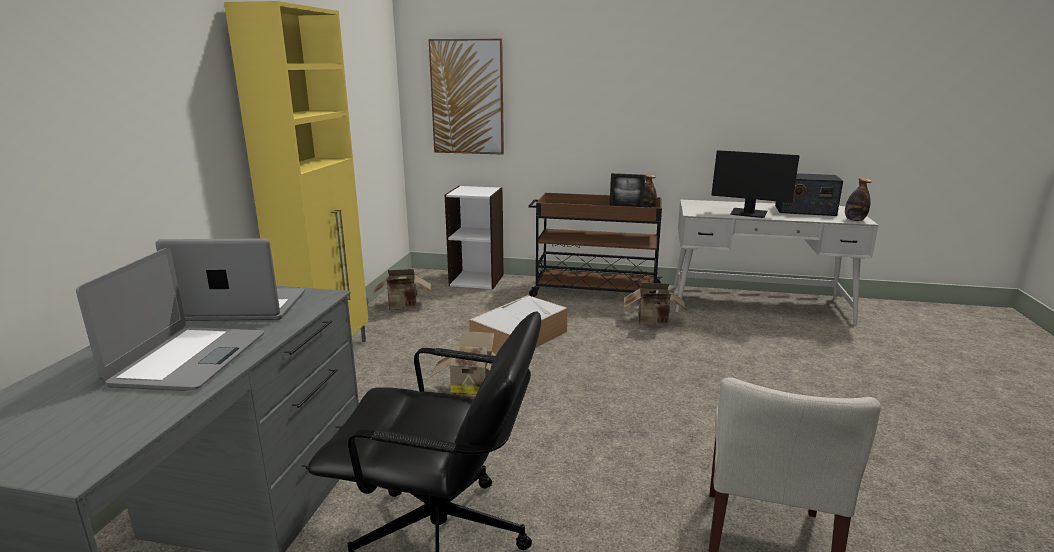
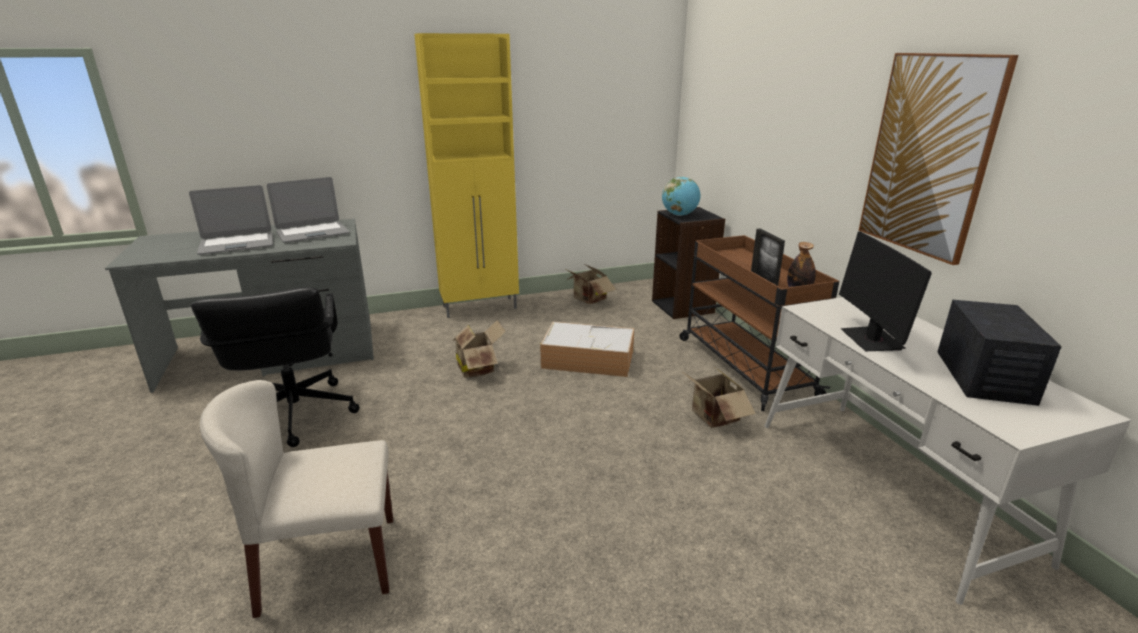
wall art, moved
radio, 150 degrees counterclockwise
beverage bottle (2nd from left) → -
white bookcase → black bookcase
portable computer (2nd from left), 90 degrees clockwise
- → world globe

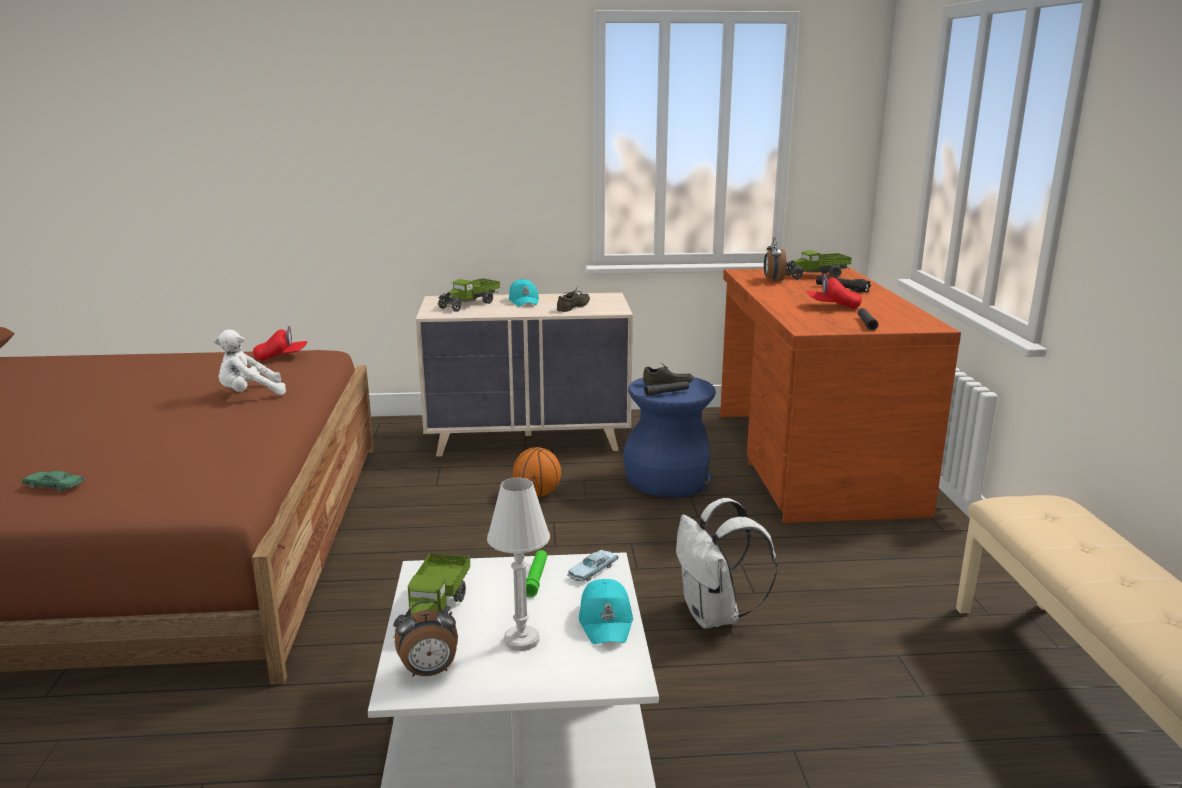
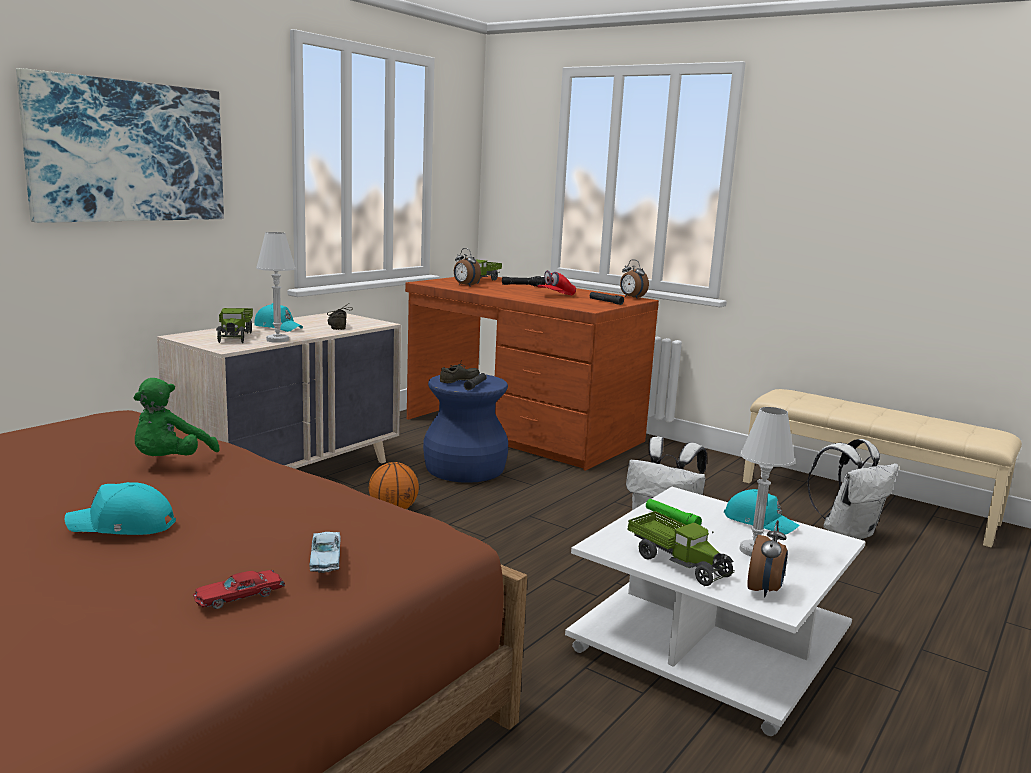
reddish baseball cap (1st from left) → -
white plush toy → greenish plush toy
greenish model car → reddish model car
blue-coloured model car, moved
- → wall art
- → white tabletop lamp (1st from left)
- → bedside clock (2nd from left)
- → white backpack (2nd from left)
- → turquoise-coloured baseball cap (1st from left)

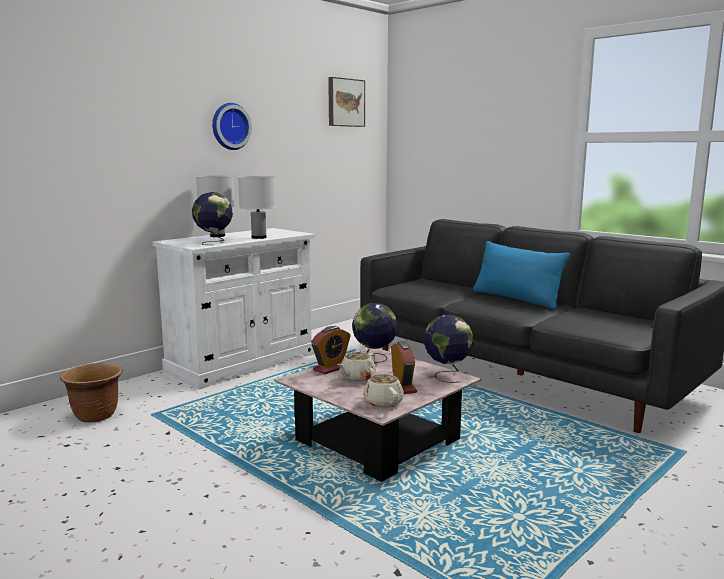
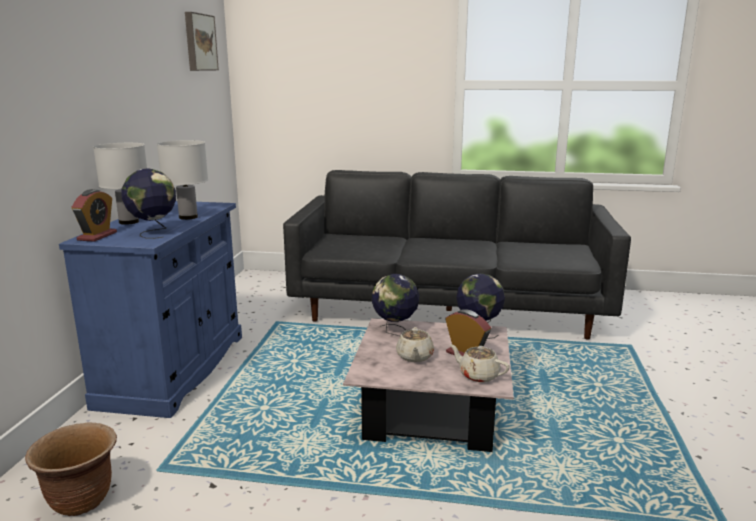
wall clock → -
white cupboard → blue-coloured cupboard
blue-coloured throw pillow → -
bedside clock (1st from left), moved

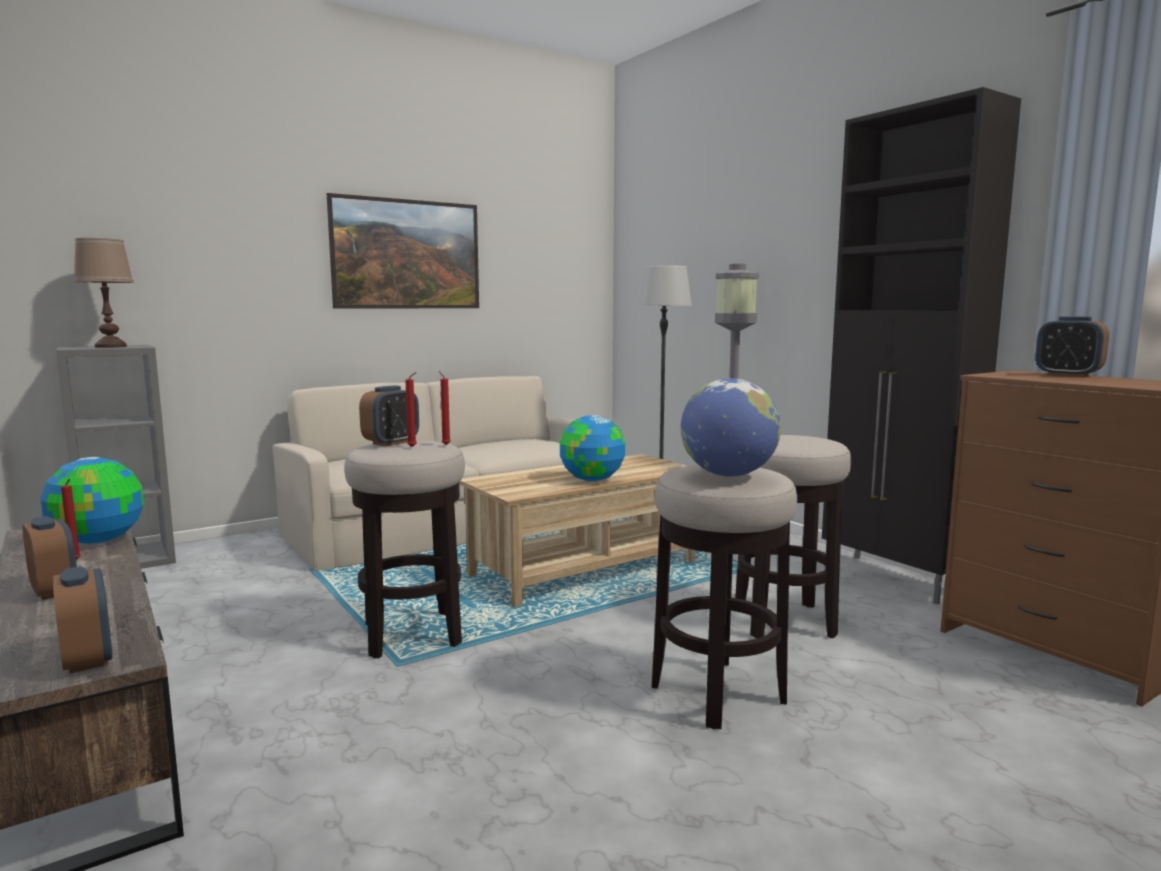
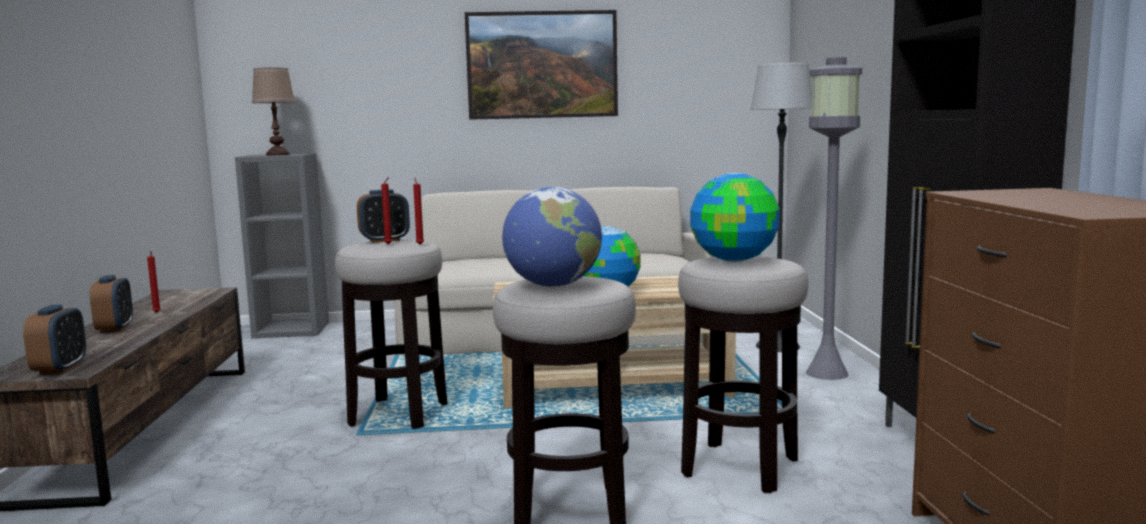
bedside clock (4th from left) → -
world globe (1st from left in the first image) → world globe (3rd from left), moved

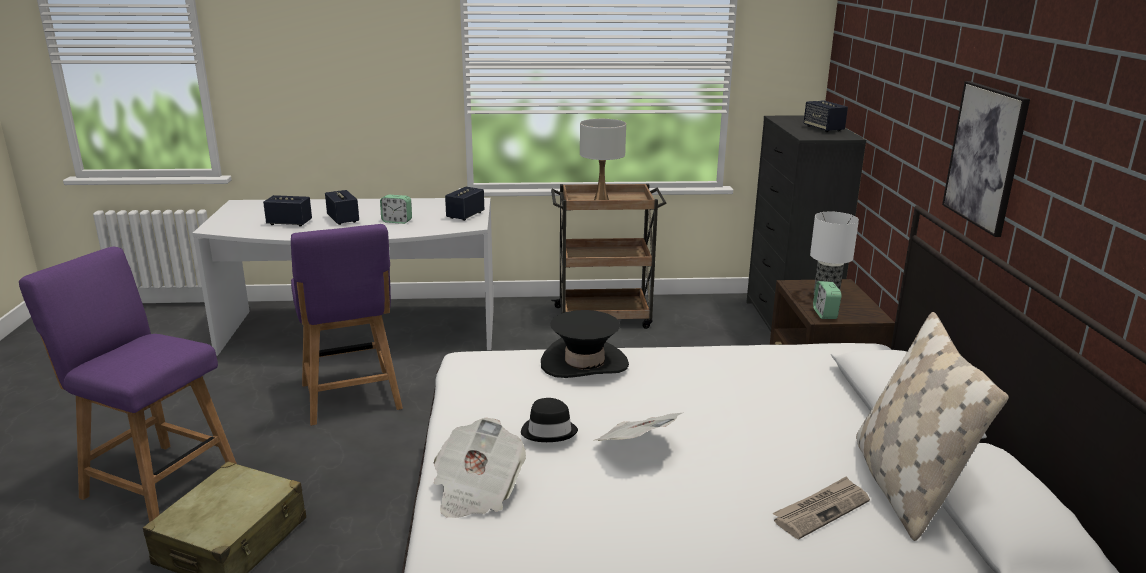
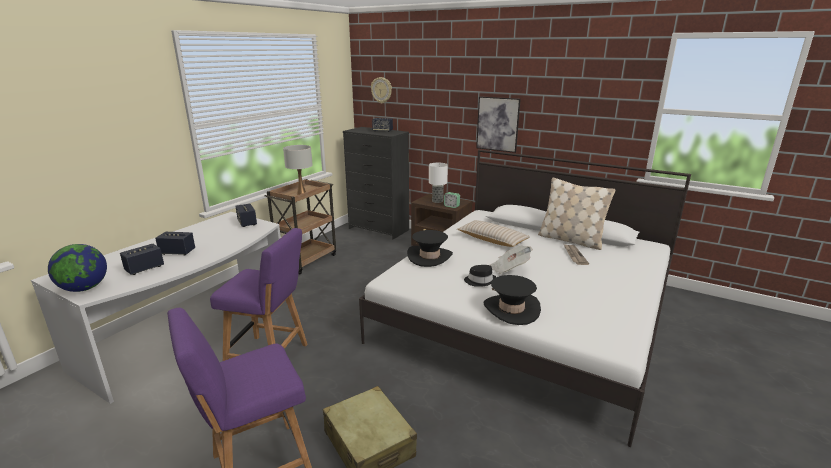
bedside clock (1st from left) → -
newspaper (1st from left) → black clothing hat (3rd from left)
- → wall clock
- → beige-coloured throw pillow (1st from left)
- → world globe

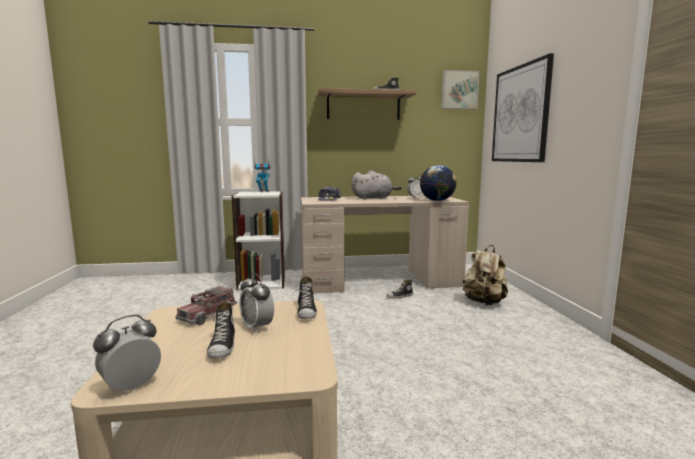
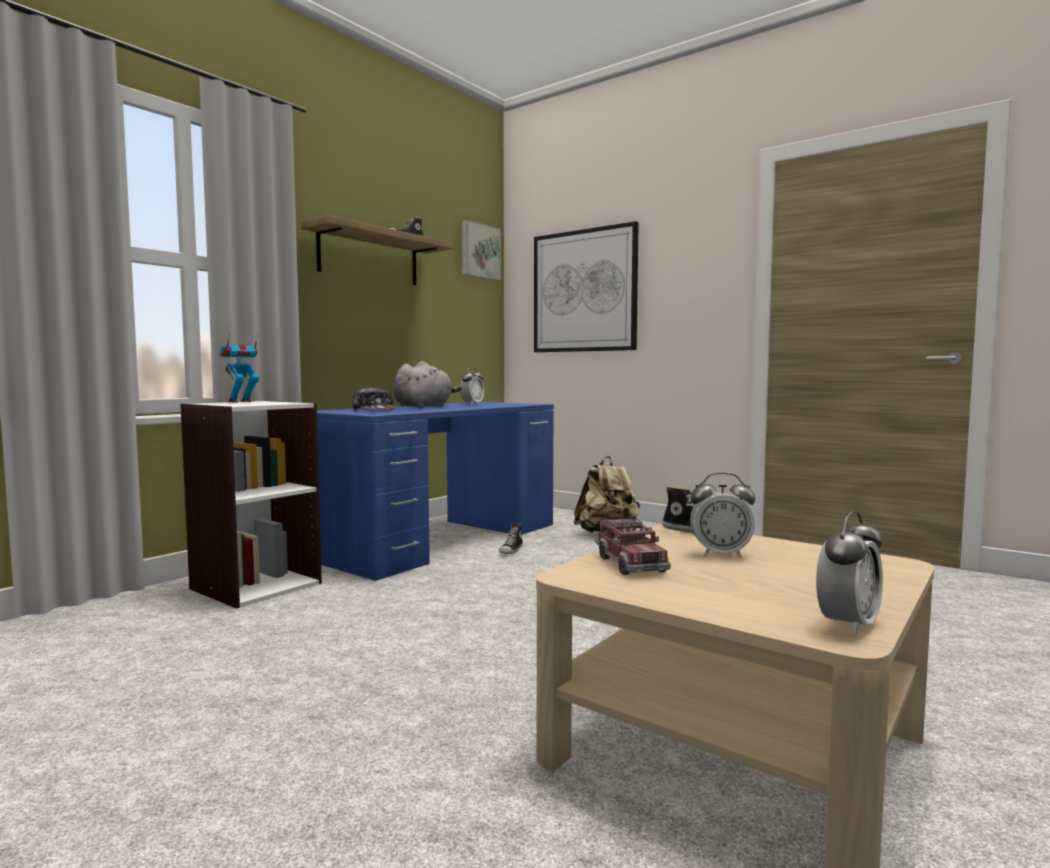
world globe → -
beige-coloured desk table → blue-coloured desk table
shoe (1st from left) → -
bedside clock (1st from left in the first image) → bedside clock (3rd from left), 135 degrees counterclockwise

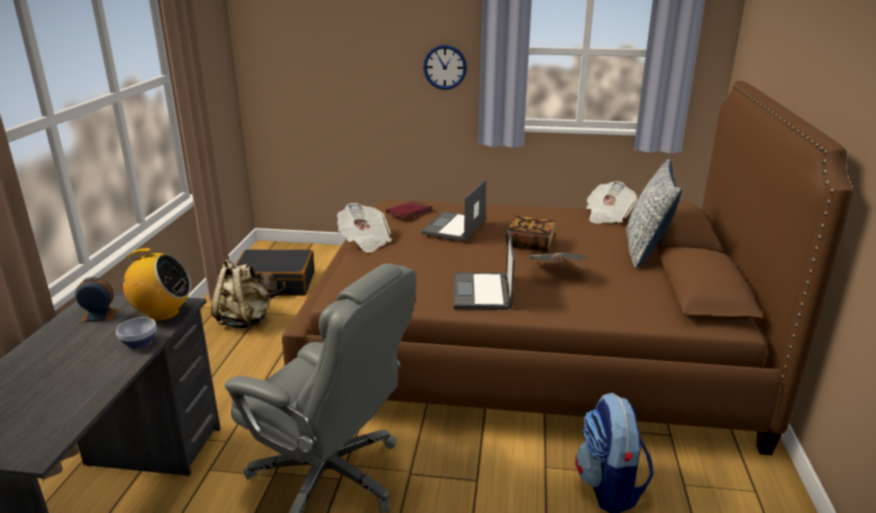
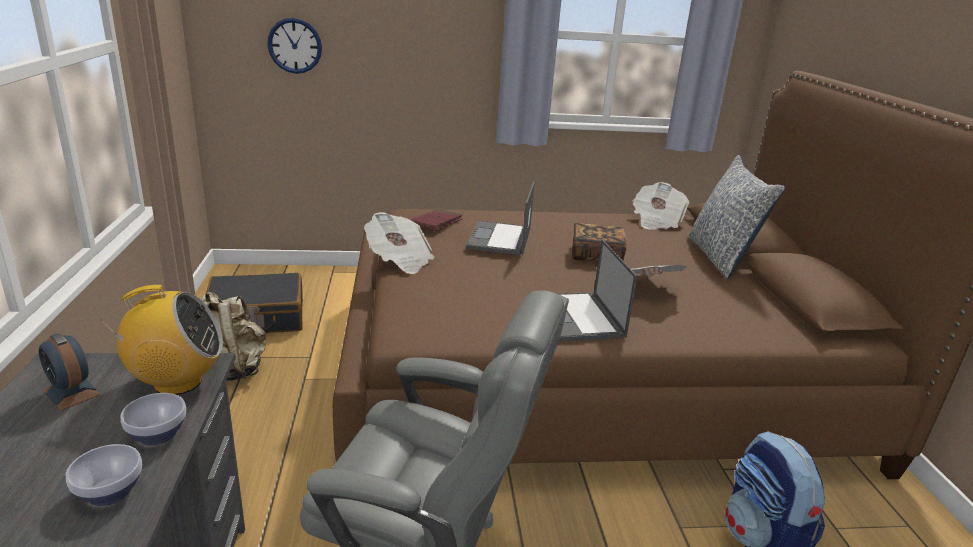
wall clock, moved
bedside clock, 120 degrees counterclockwise
- → deep dish (1st from left)

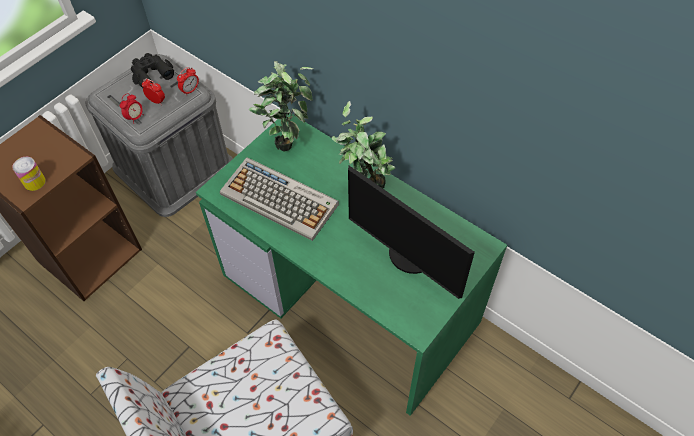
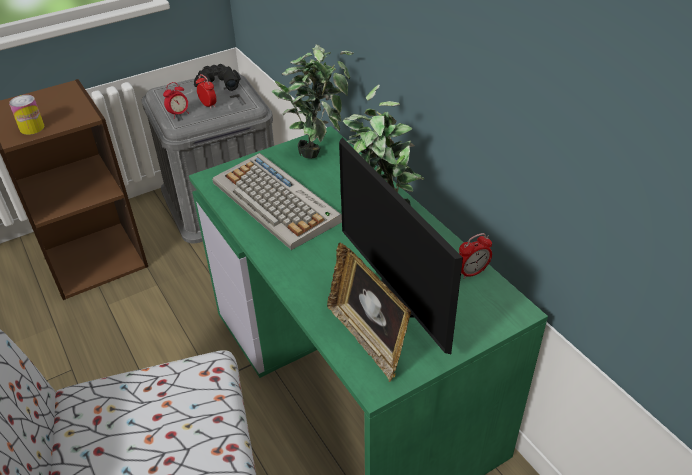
bedside clock (3rd from left), moved
- → photo frame

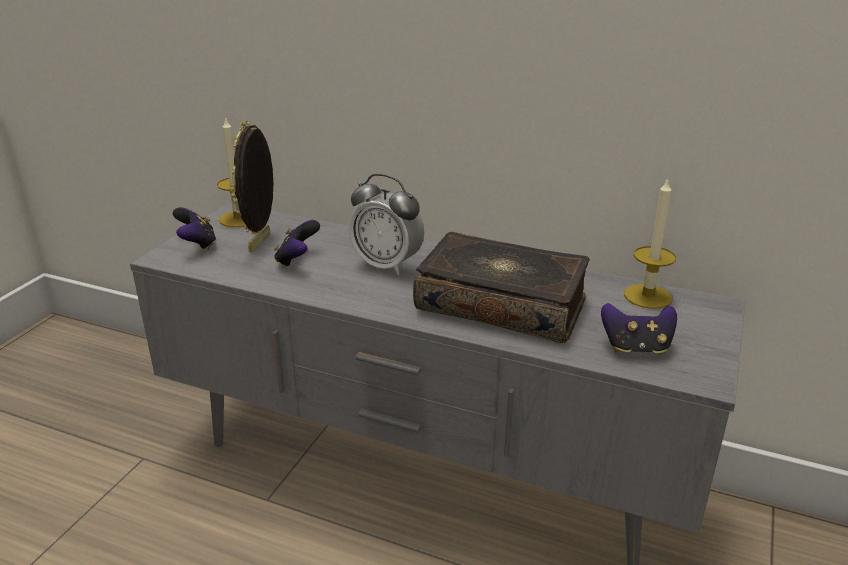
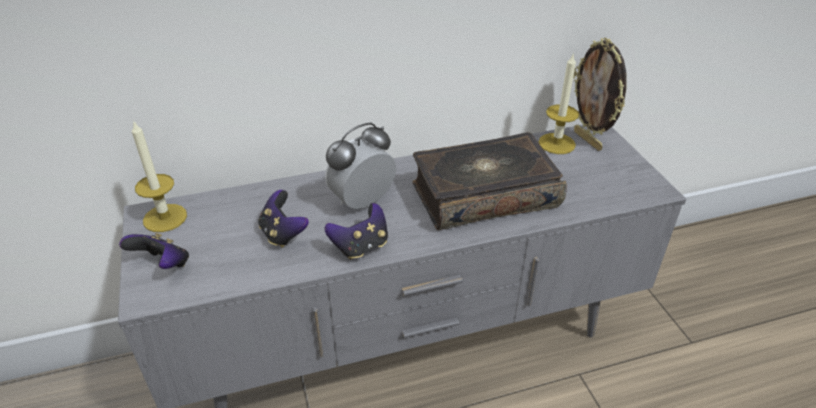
photo frame, moved
bedside clock, 150 degrees clockwise
gamepad (3rd from left), moved

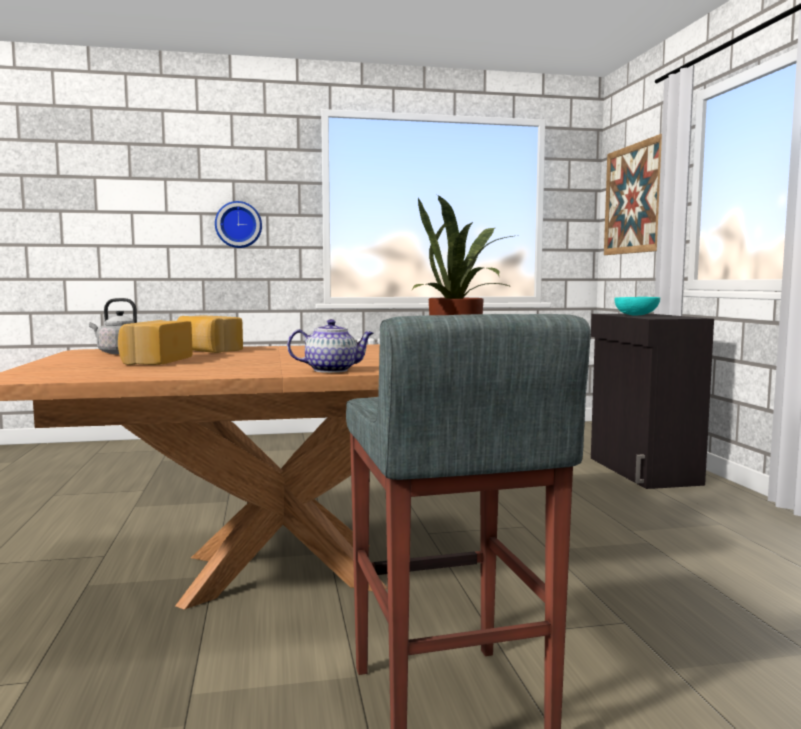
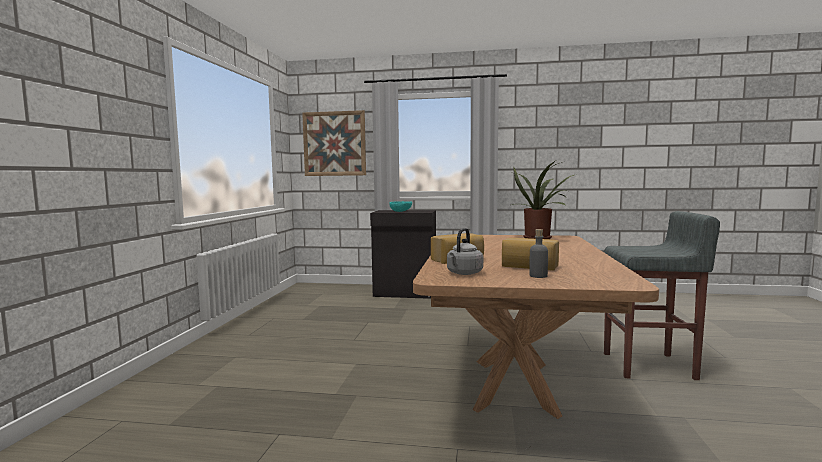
wall clock → -
teapot → -
- → gray beverage bottle

